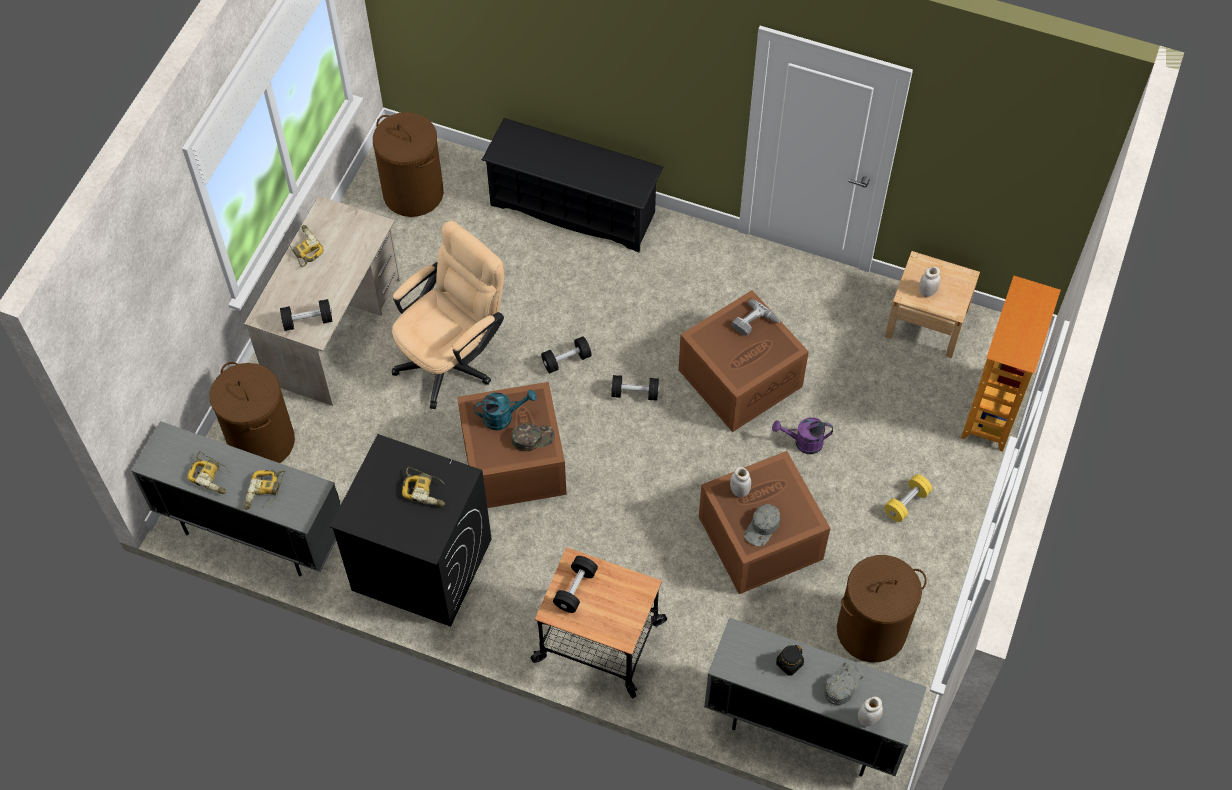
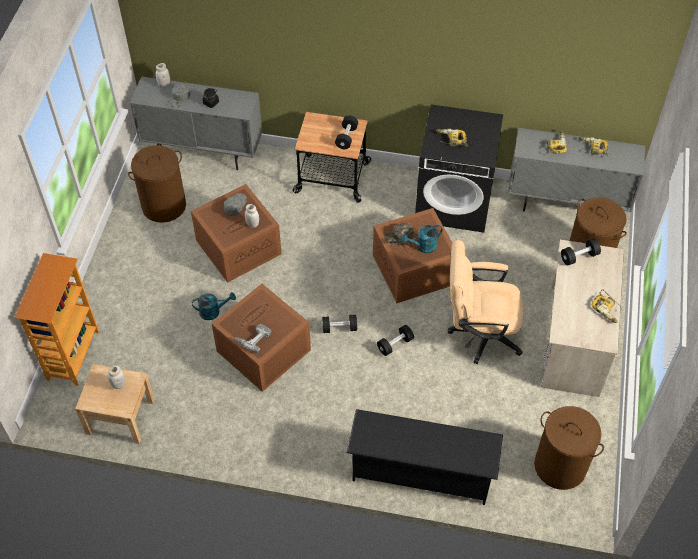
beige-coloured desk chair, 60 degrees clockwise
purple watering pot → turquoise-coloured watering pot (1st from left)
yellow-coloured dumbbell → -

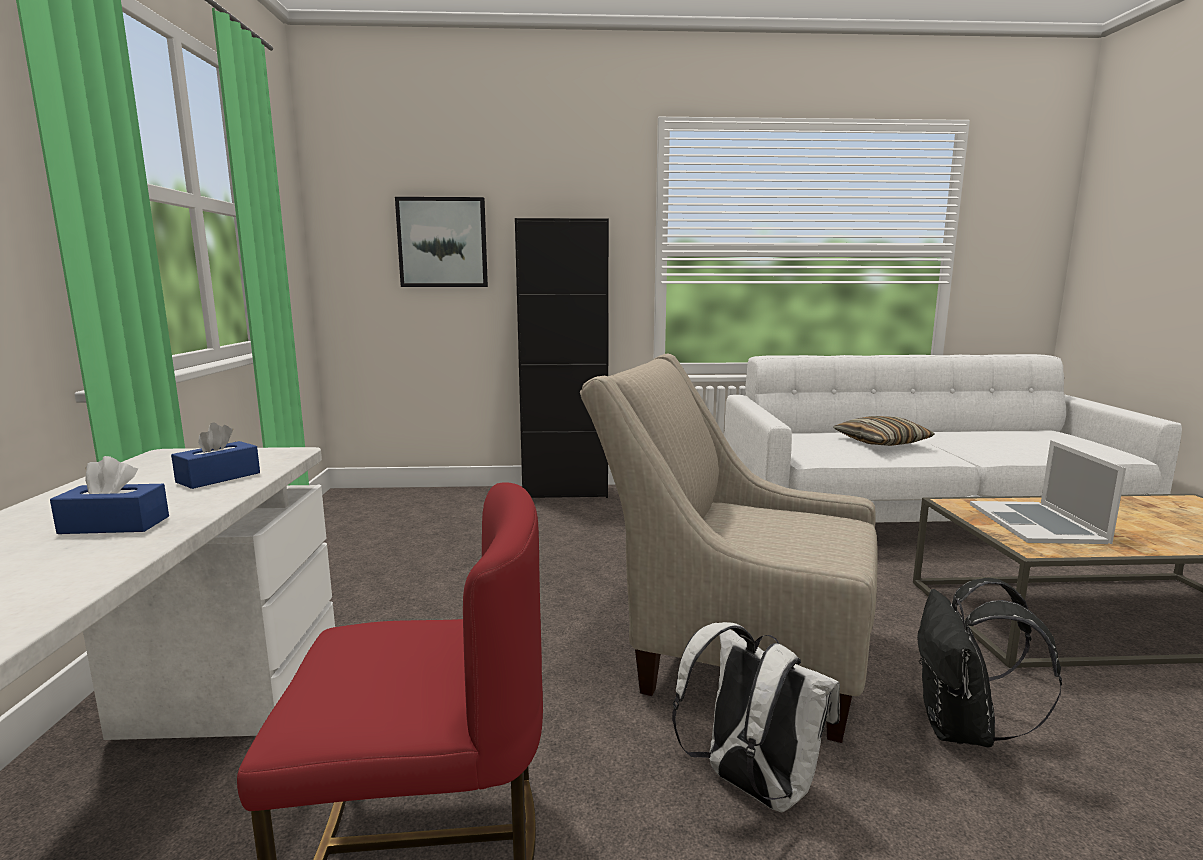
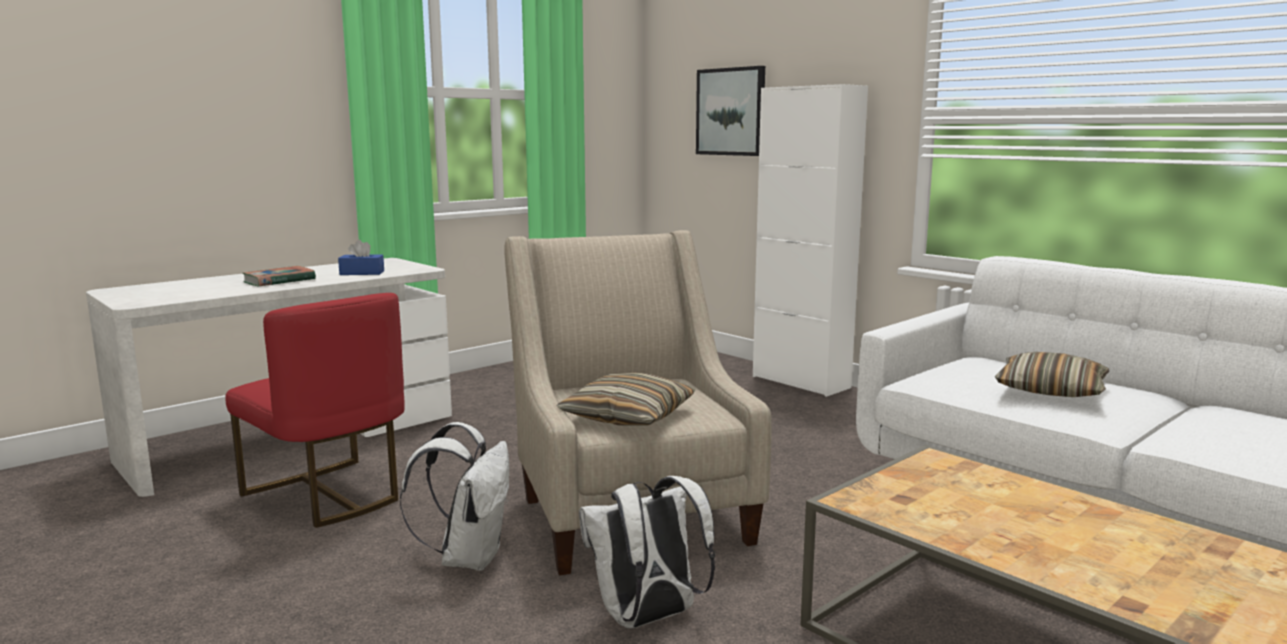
black cupboard → white cupboard
portable computer → -
blue-coloured tissue box (1st from left) → bound book
black backpack → white backpack (2nd from left)
- → throw pillow (1st from left)

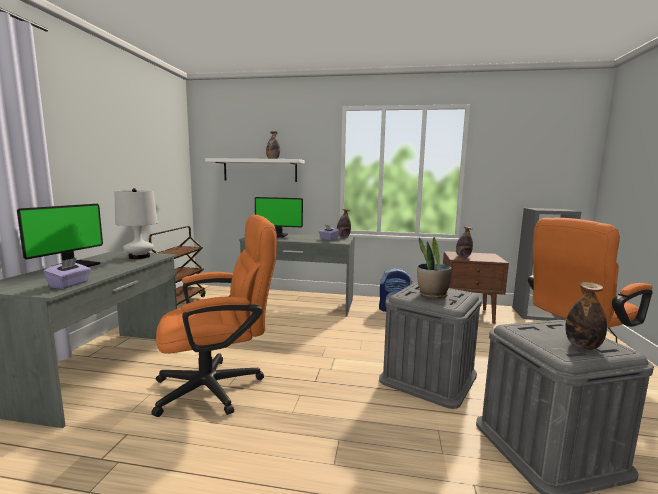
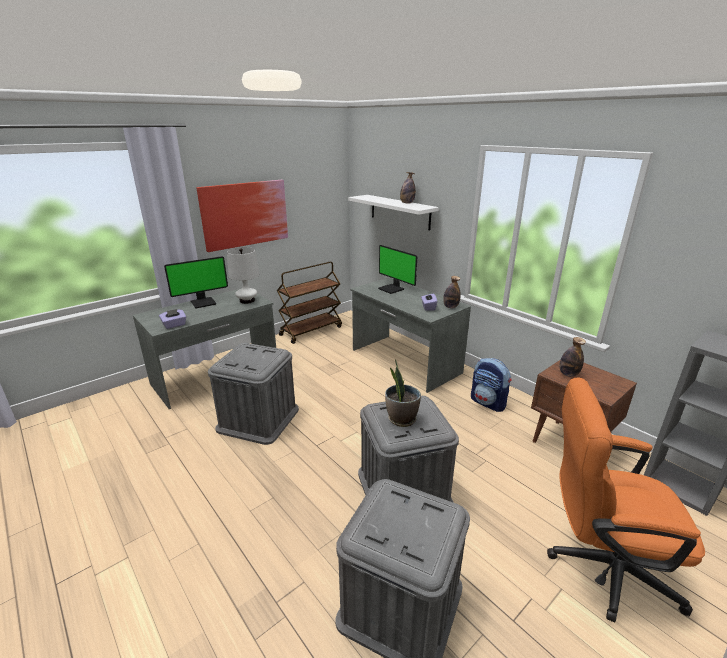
orange-coloured desk chair (1st from left) → gray storage box (1st from left)
beverage bottle (4th from left) → -
- → wall art

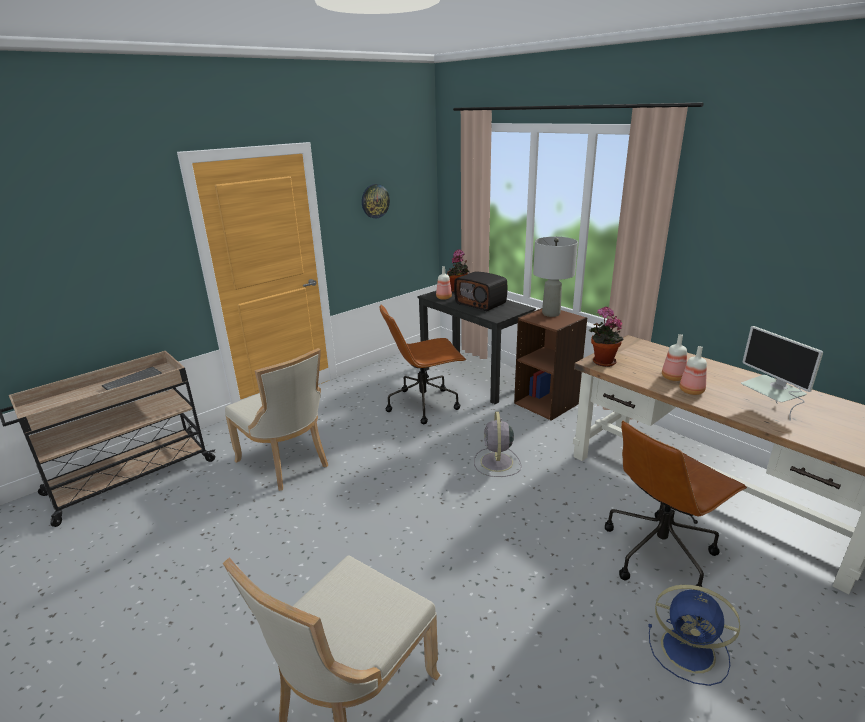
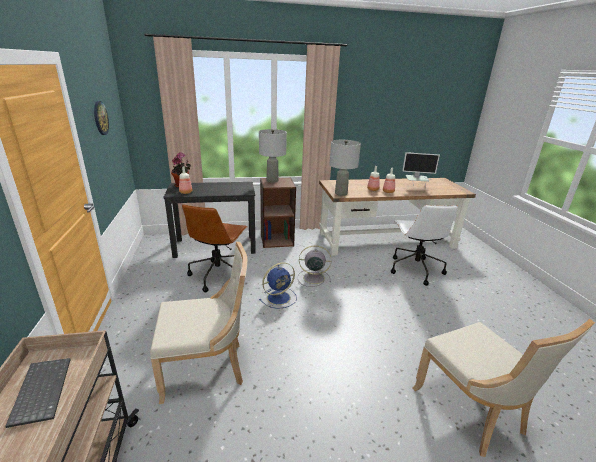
radio → -
houseplant (2nd from left) → gray tabletop lamp (2nd from left)
gray fan, 150 degrees clockwise
brown desk chair (2nd from left) → white desk chair
blue-coloured fan, moved

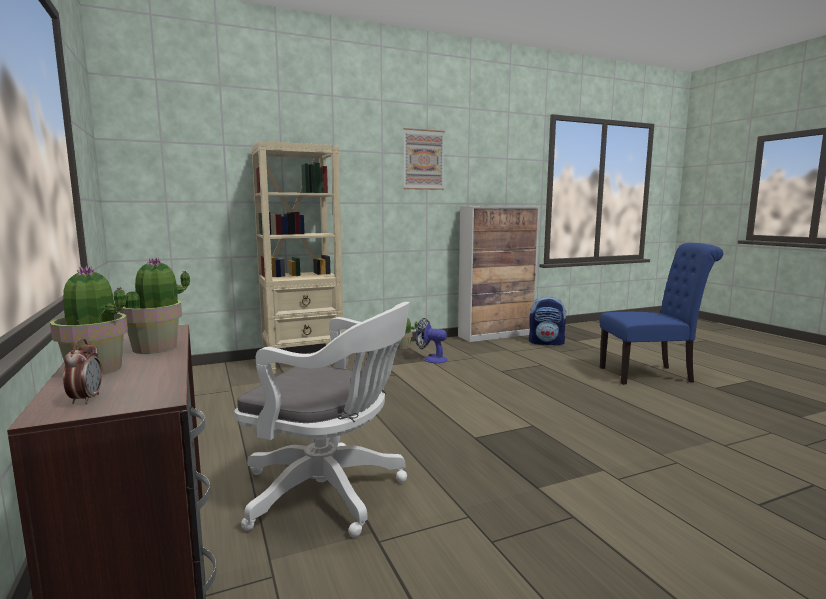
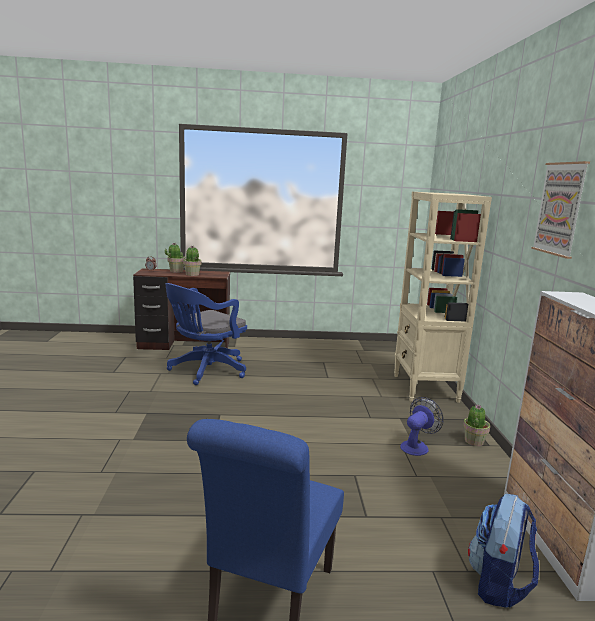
white desk chair → blue-coloured desk chair

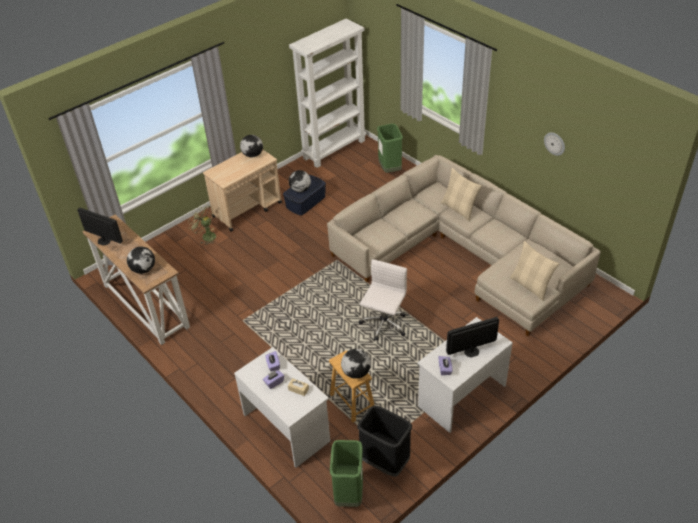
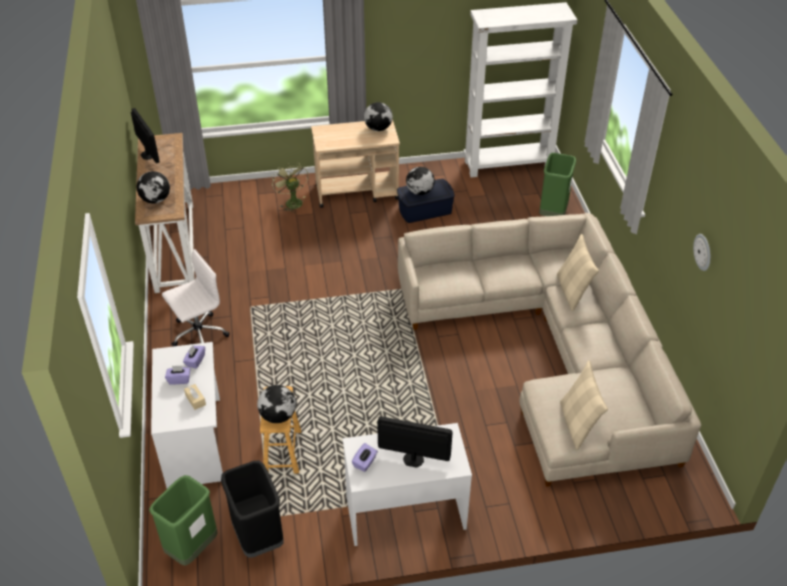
white desk chair, moved

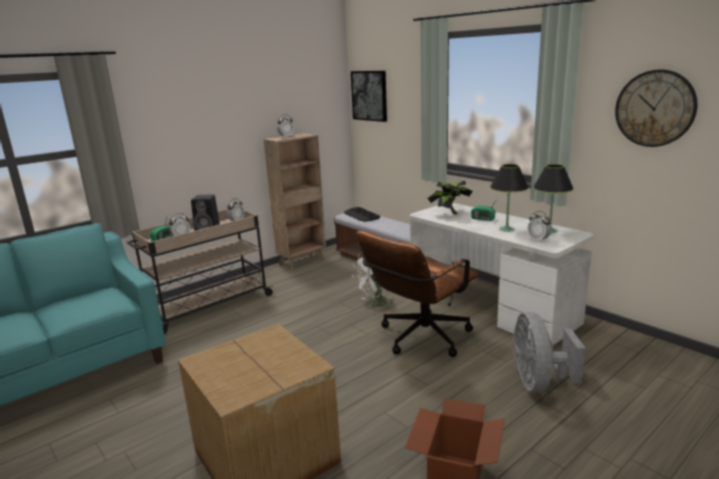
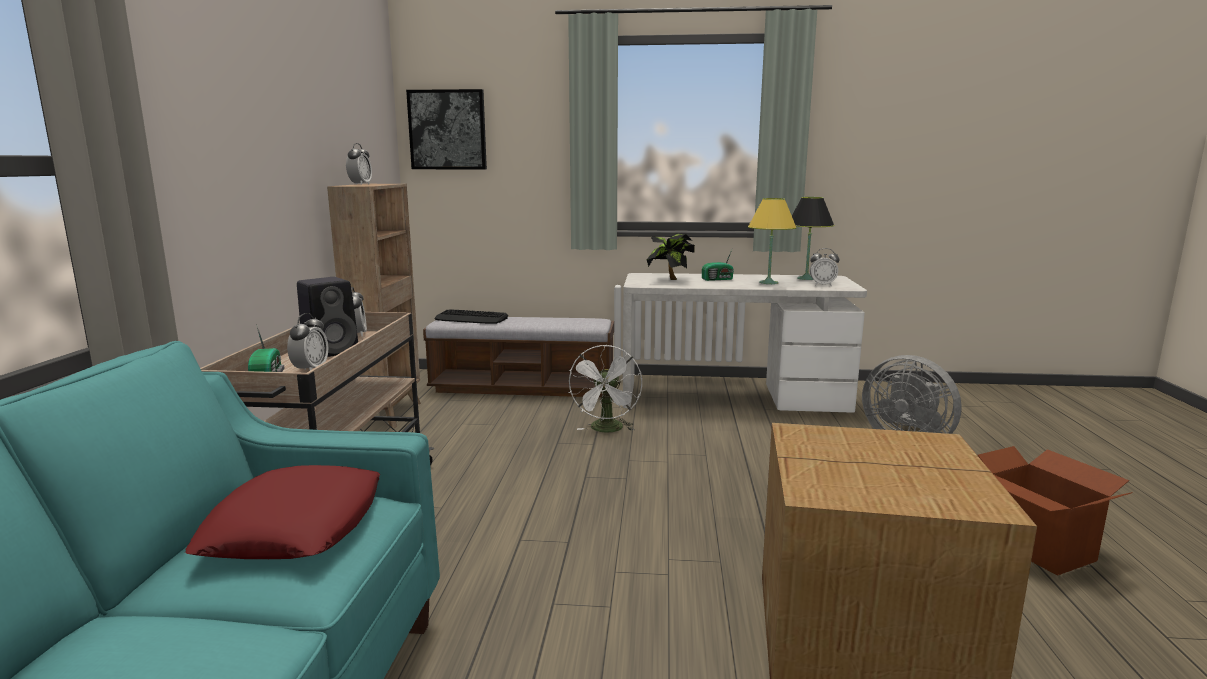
wall clock → -
black tabletop lamp (1st from left) → yellow-coloured tabletop lamp
brown desk chair → -
- → reddish throw pillow

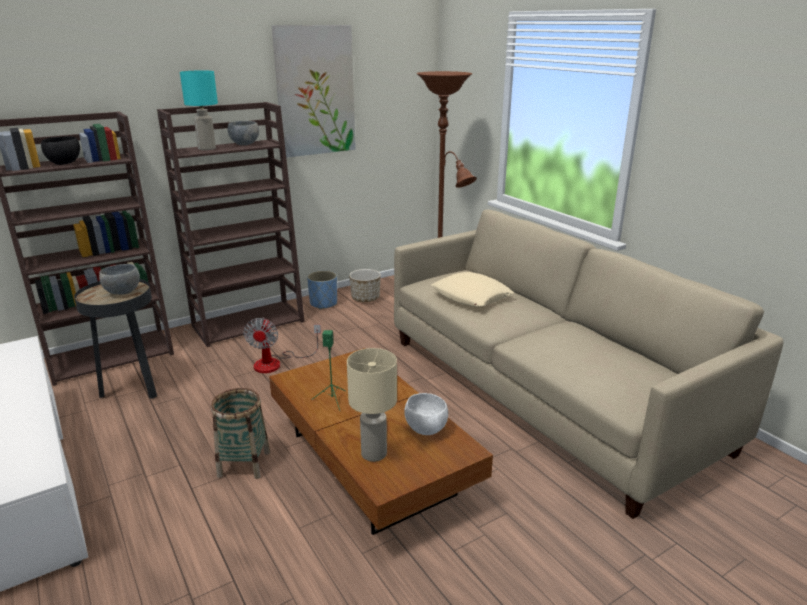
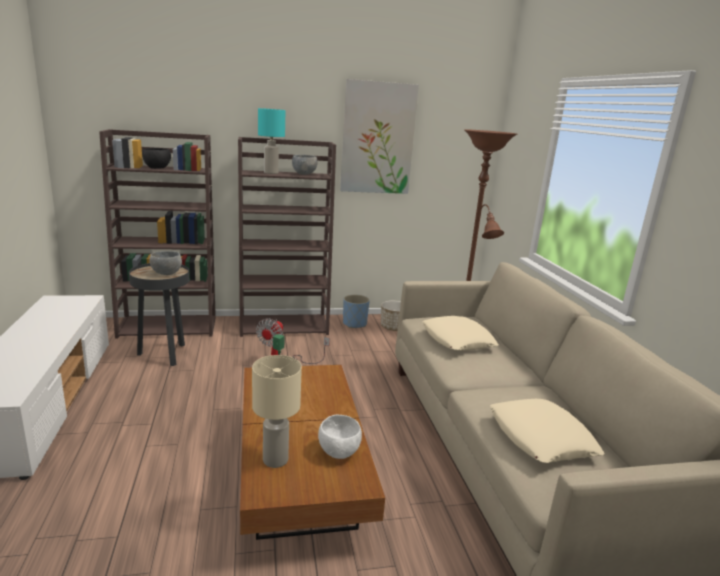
basket → -
- → beige-coloured throw pillow (2nd from left)

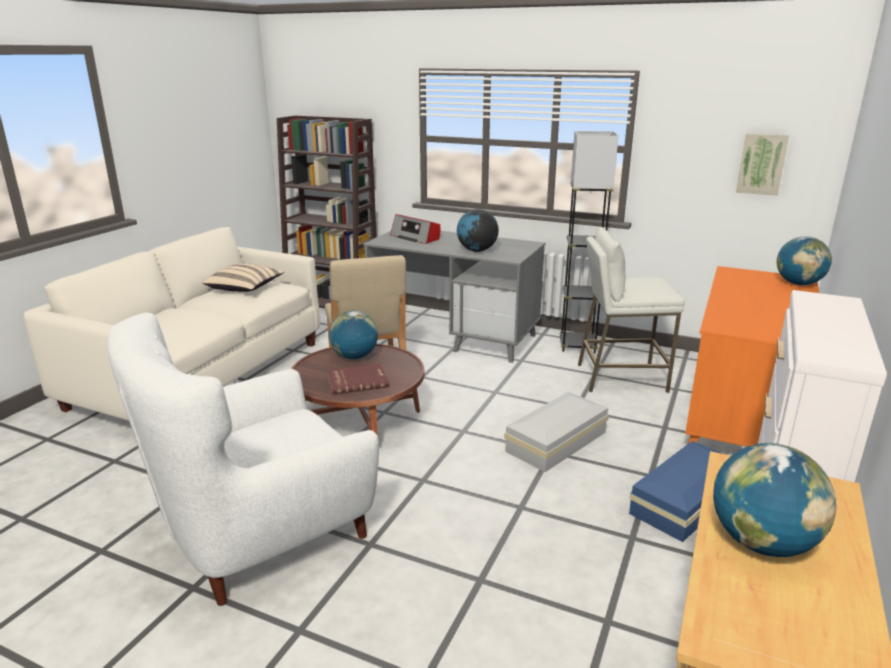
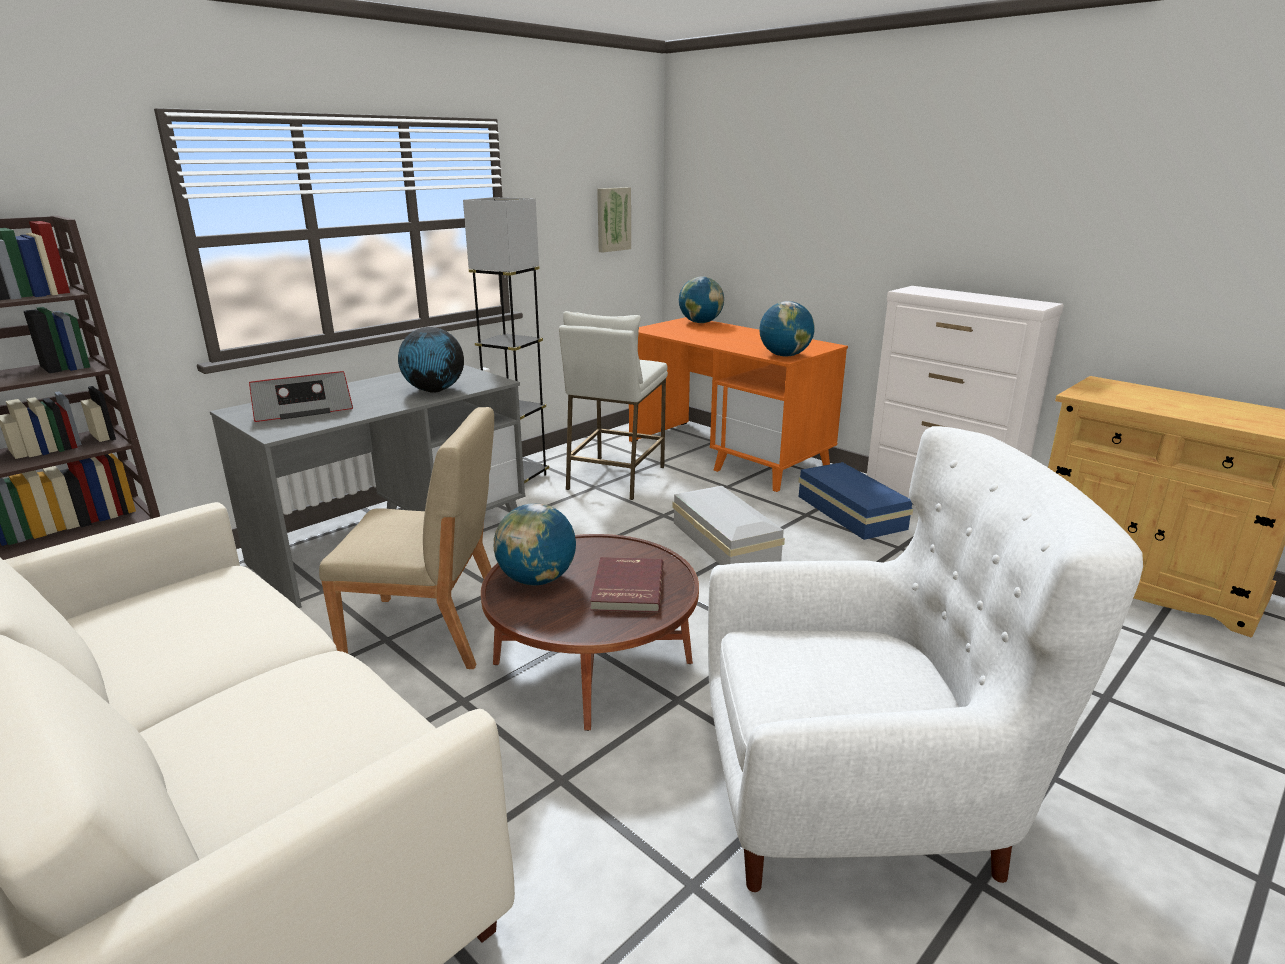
beige-coloured throw pillow → -
white armchair, 75 degrees counterclockwise
world globe (3rd from left in the first image) → world globe (4th from left), moved

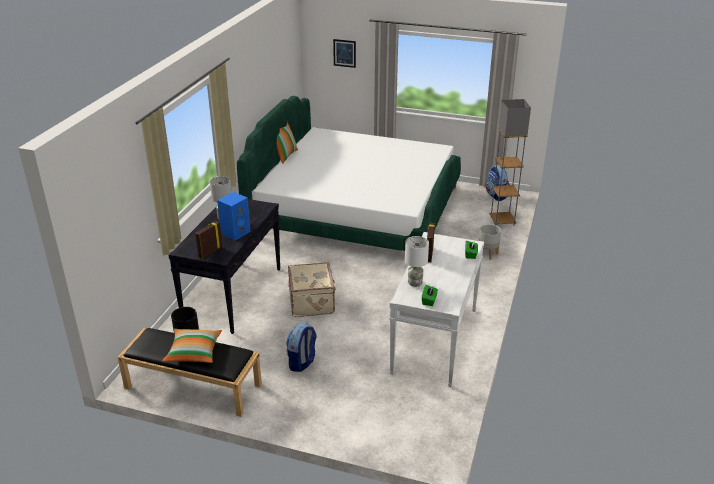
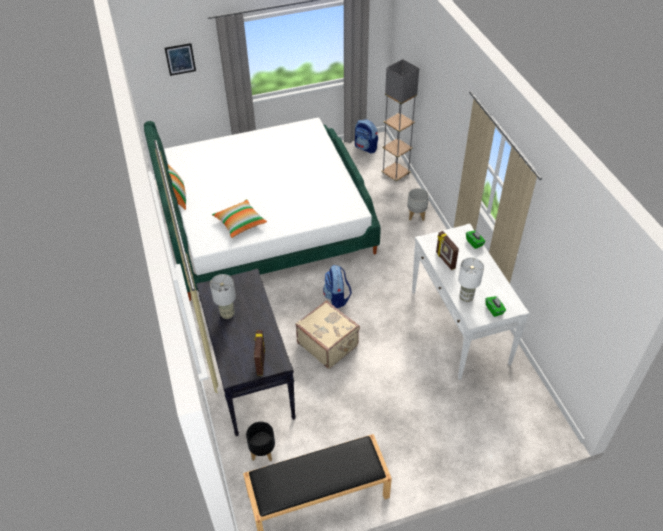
blue-coloured loudspeaker → -
backpack (1st from left), moved
throw pillow (1st from left in the first image) → throw pillow (2nd from left), moved

